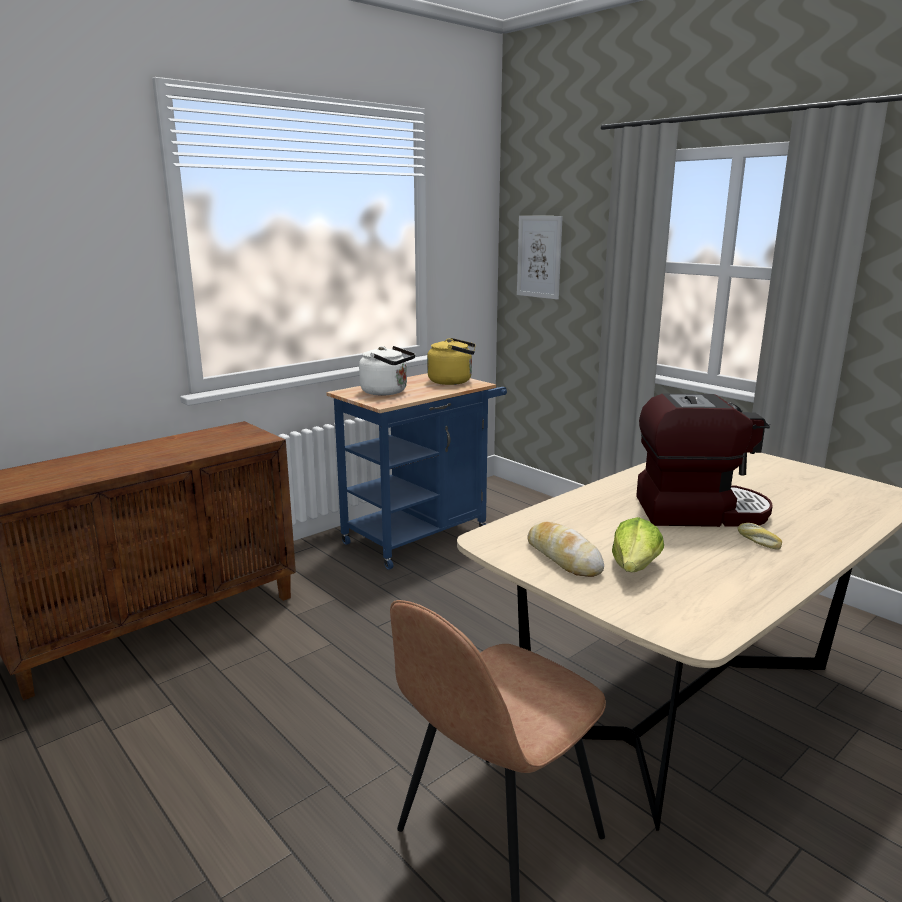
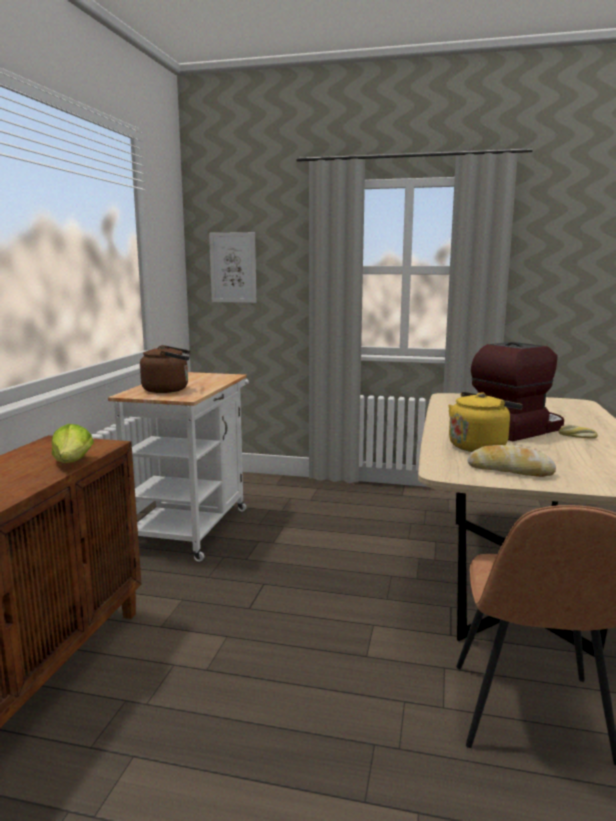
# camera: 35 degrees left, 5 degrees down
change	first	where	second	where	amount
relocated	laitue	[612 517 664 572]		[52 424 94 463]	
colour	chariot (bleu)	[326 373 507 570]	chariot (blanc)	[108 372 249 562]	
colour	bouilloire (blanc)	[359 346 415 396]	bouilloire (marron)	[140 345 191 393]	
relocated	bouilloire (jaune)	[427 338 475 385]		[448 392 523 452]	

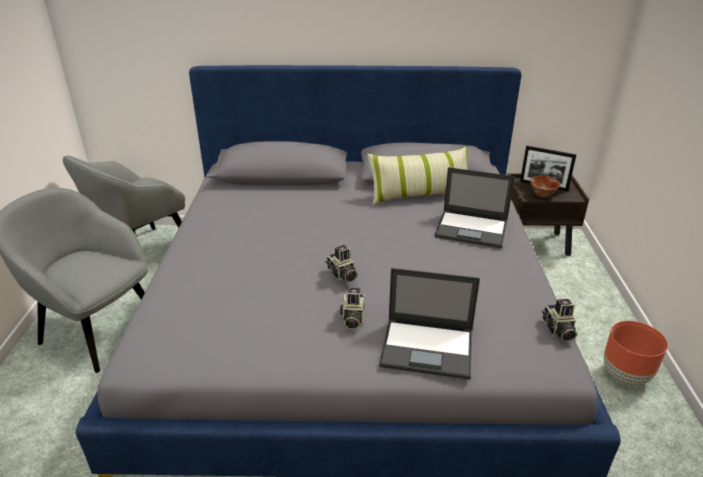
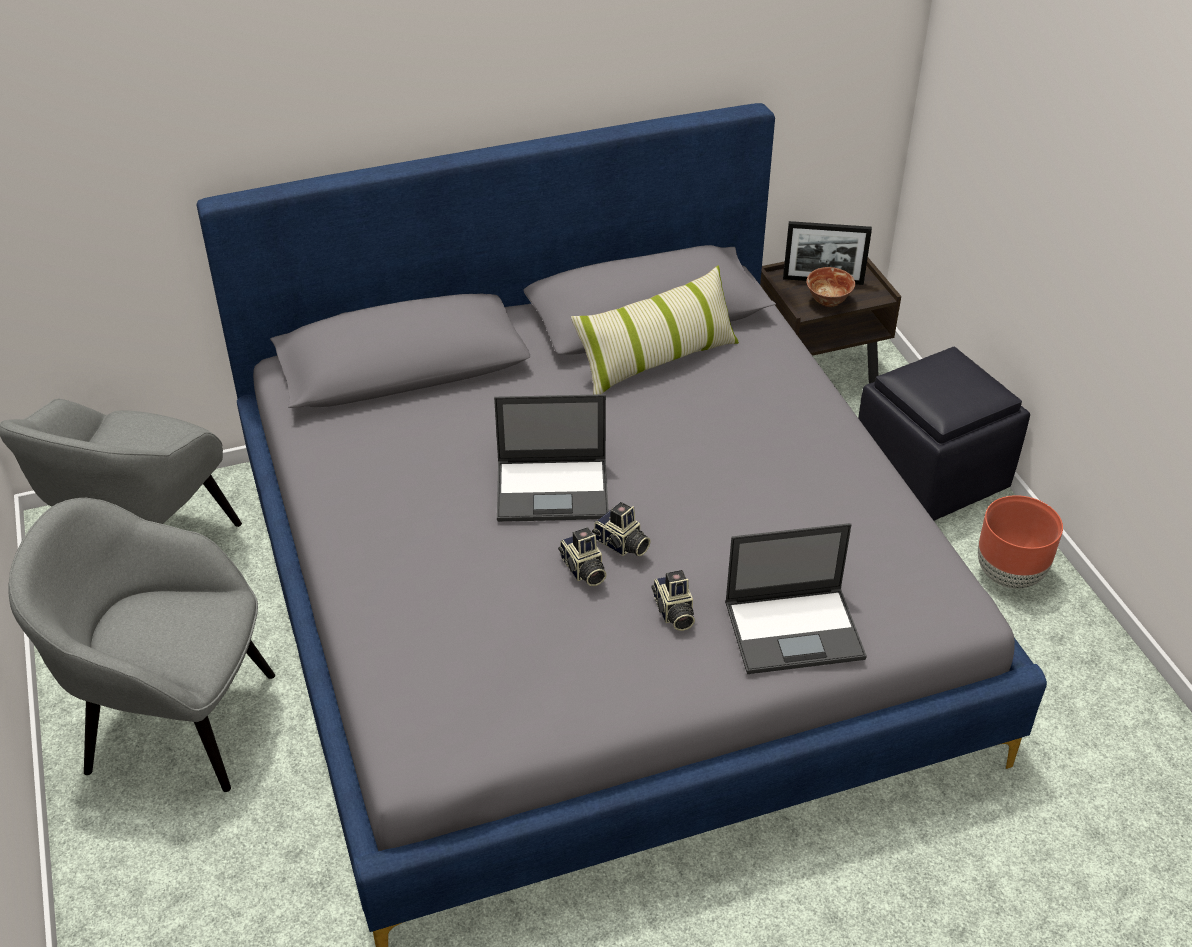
# camera: 20 degrees left, 10 degrees up
change	first	where	second	where	amount
relocated	ordinateur portable	[434 167 515 248]		[494 394 609 522]	
relocated	appareil photo	[542 299 577 342]		[558 527 607 586]	
appeared			pouf (noir)	[858 347 1030 521]	

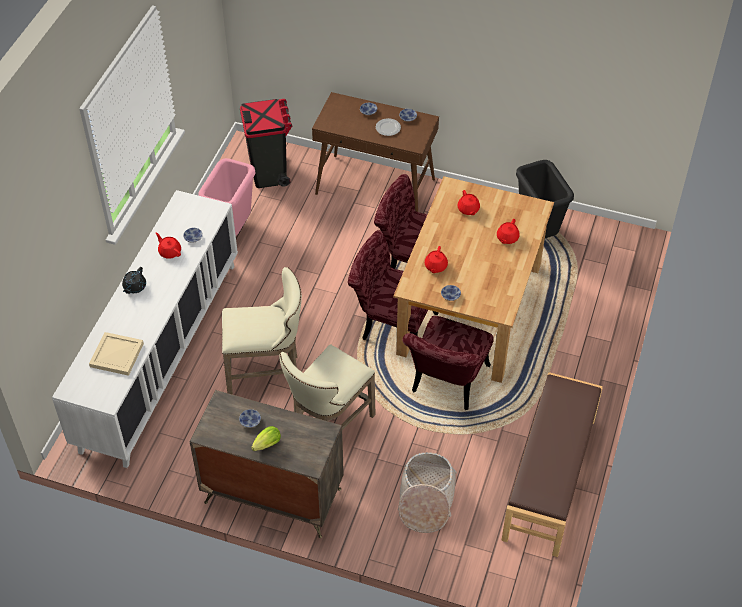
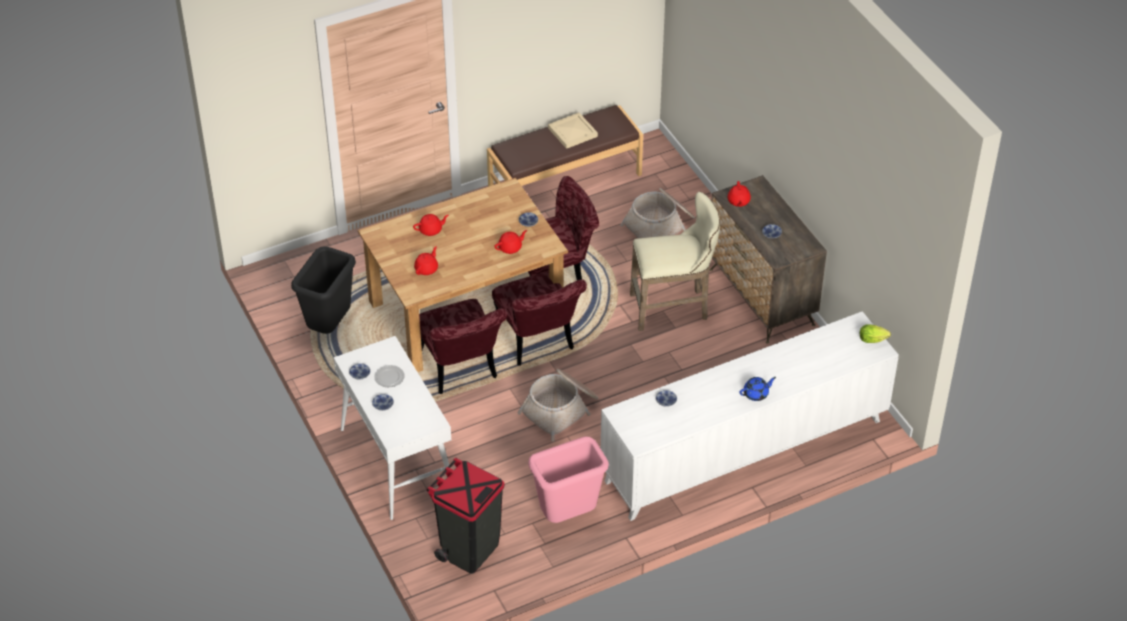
# camera: 135 degrees left, 5 degrees down
change	first	where	second	where	amount
colour	table console (marron)	[312 92 439 212]	table console (blanc)	[334 336 451 520]	
appeared			panier	[517 369 598 442]	
relocated	plateau (beige)	[89 332 144 376]		[548 113 598 149]	
relocated	théière (rouge)	[156 232 181 259]		[727 181 751 207]	
colour	théière (noir)	[122 267 146 294]	théière (bleu)	[739 377 776 401]	
relocated	laitue	[251 426 281 451]		[860 324 891 343]	
missing	tabouret (beige)	[222 267 302 395]			

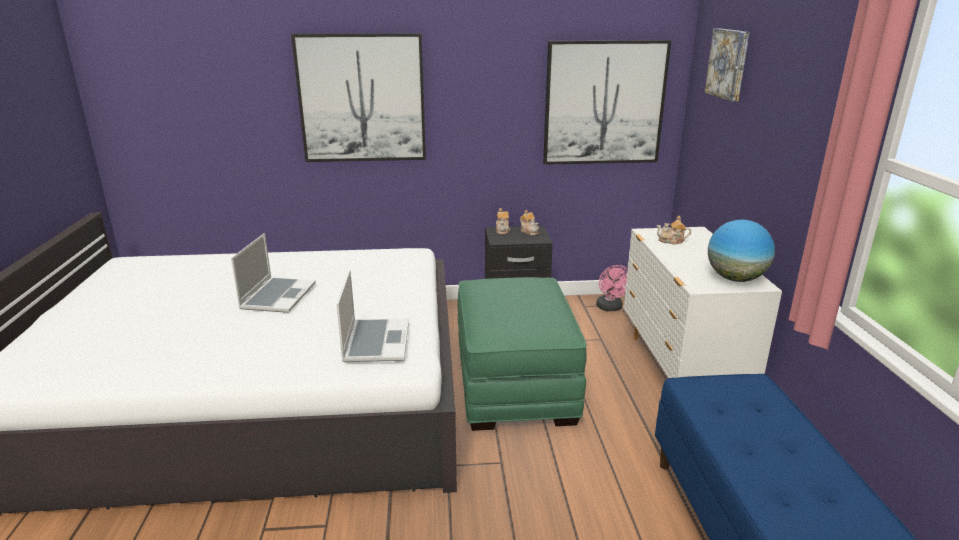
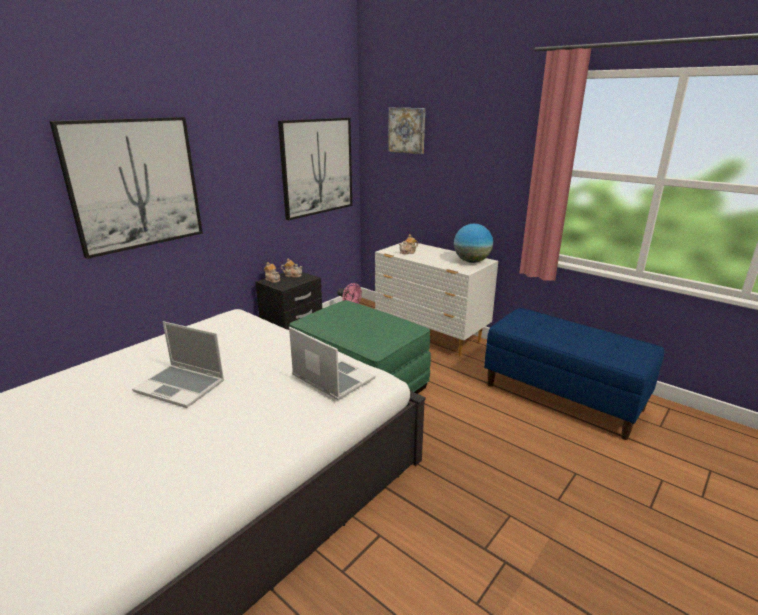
# camera: 45 degrees left, 0 degrees up
change	first	where	second	where	amount
spun	ordinateur portable	[231 233 316 313]		[132 321 224 408]	150 degrees clockwise

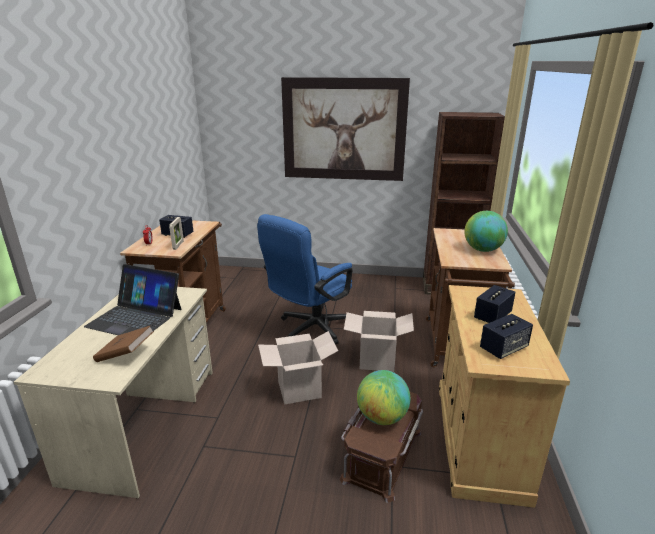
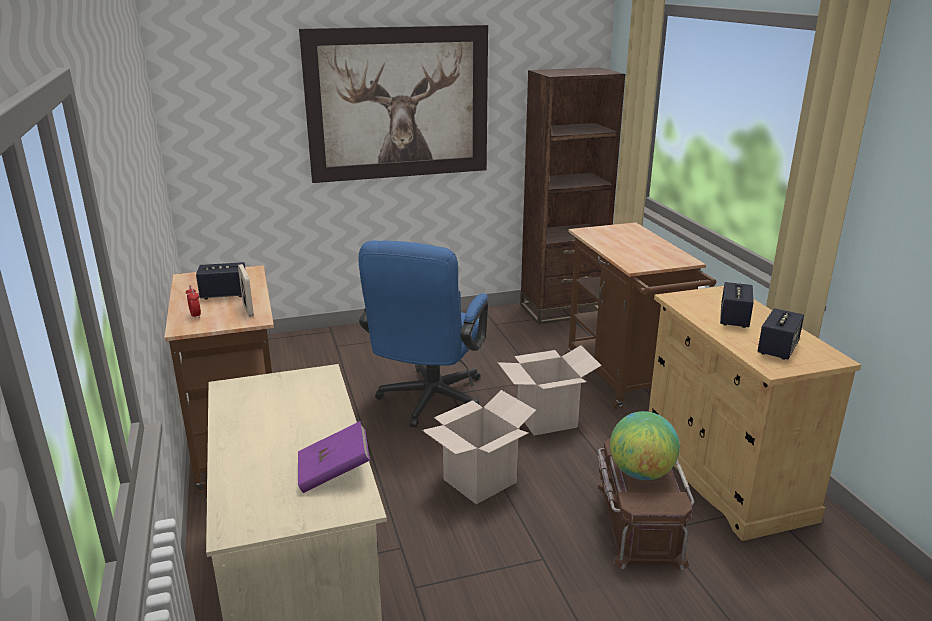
# camera: 25 degrees left, 0 degrees up
change	first	where	second	where	amount
colour	livre (marron)	[93 326 154 362]	livre (violet)	[298 421 370 493]	
missing	ordinateur portable	[84 264 181 335]			
missing	globe	[464 211 508 252]			

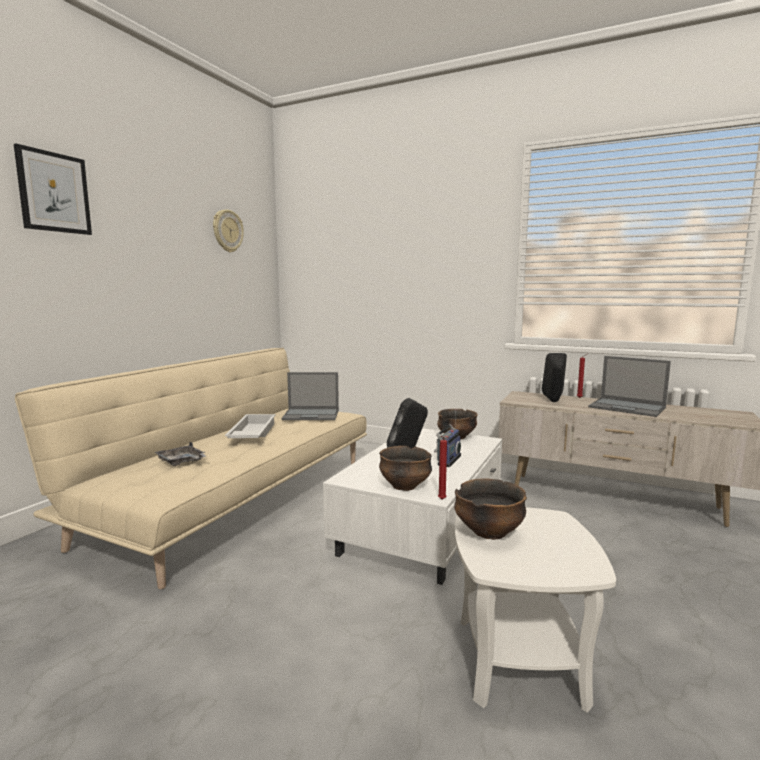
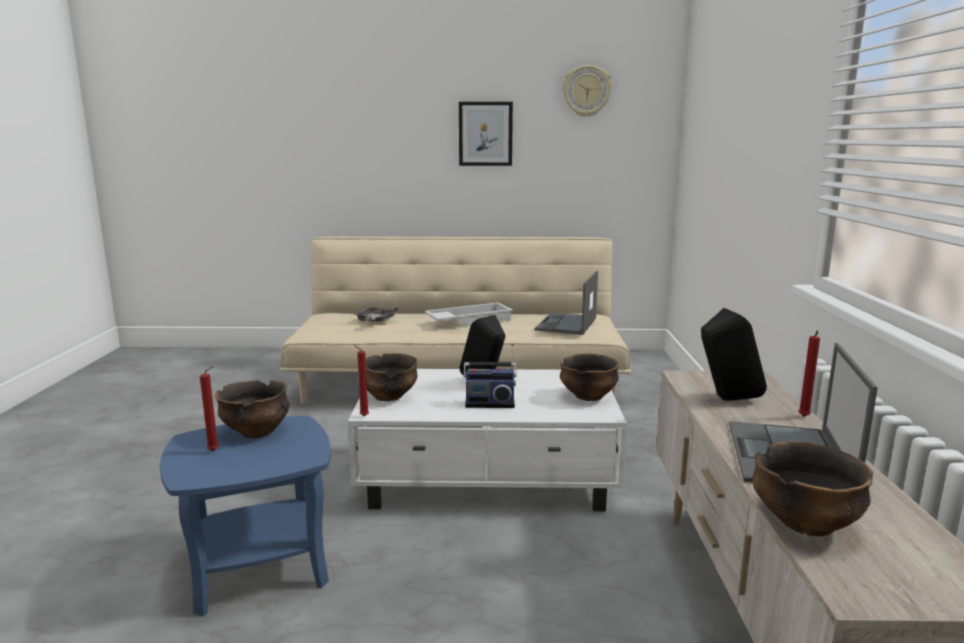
# camera: 65 degrees right, 5 degrees up
change	first	where	second	where	amount
colour	table d'appoint (blanc)	[455 507 616 713]	table d'appoint (bleu)	[160 416 331 617]	
appeared			bougie (rouge)	[200 366 219 451]	
relocated	tableau	[14 144 92 235]		[459 102 513 166]	
spun	ordinateur portable	[282 372 339 420]		[535 271 598 335]	45 degrees clockwise
appeared			bol	[752 441 873 537]	

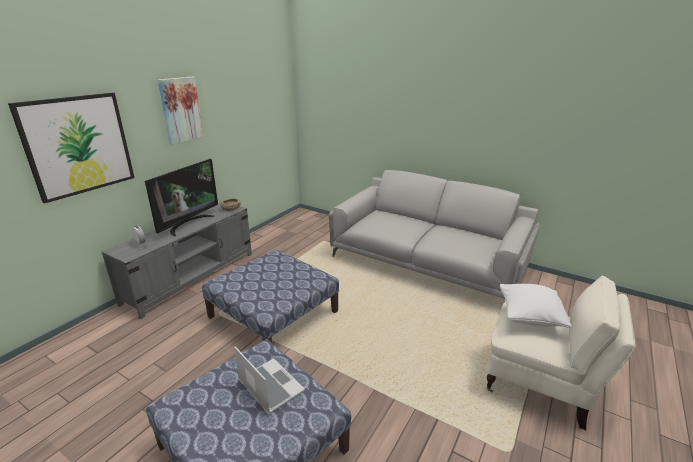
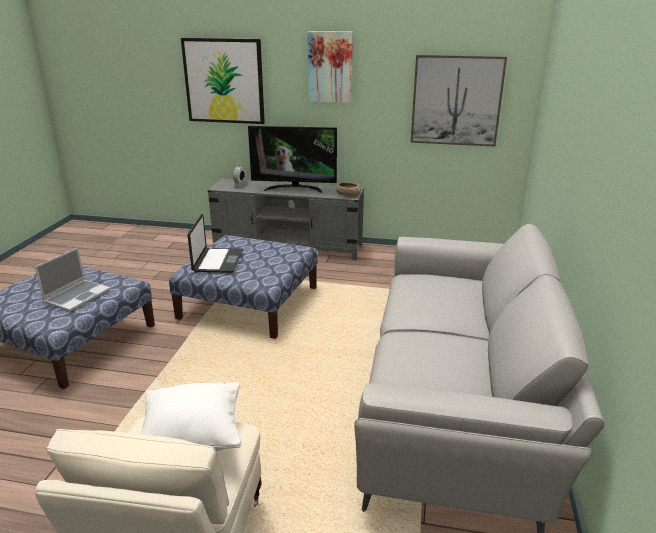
# camera: 70 degrees right, 0 degrees up
change	first	where	second	where	amount
appeared			ordinateur portable	[187 214 243 273]	
appeared			tableau	[411 55 507 147]	

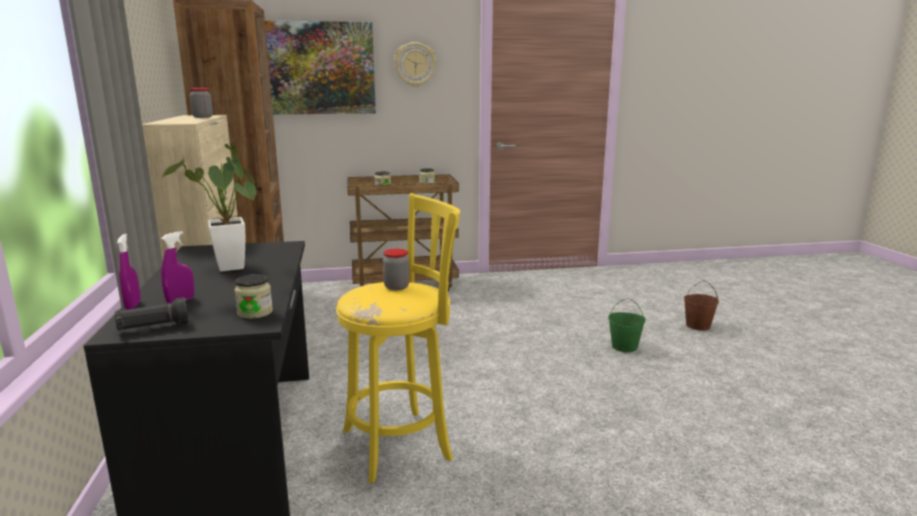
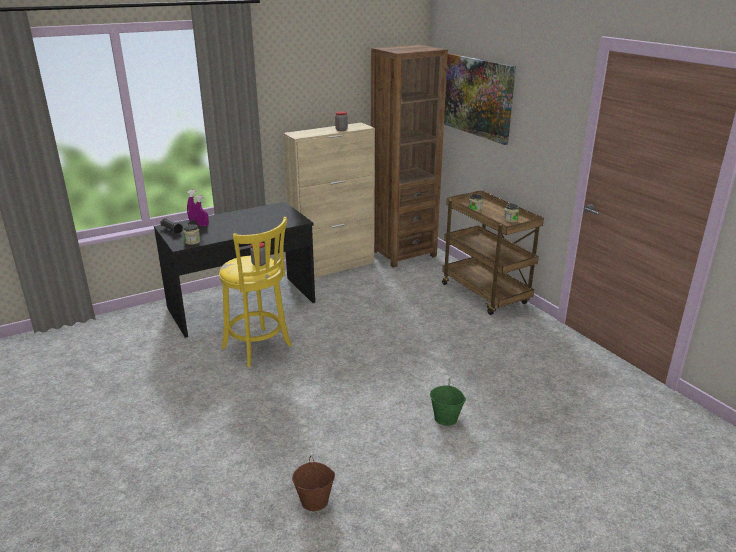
# camera: 70 degrees right, 10 degrees up
change	first	where	second	where	amount
relocated	seau (marron)	[684 280 719 331]		[292 456 335 511]	
missing	plante en pot	[161 144 257 272]			
missing	horloge murale	[394 42 436 87]			

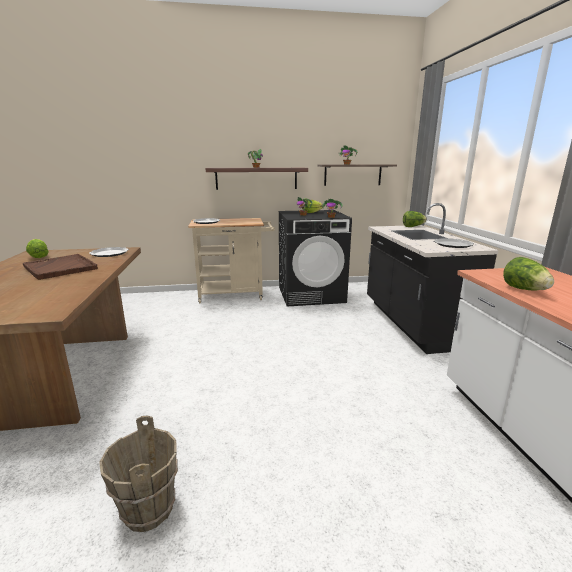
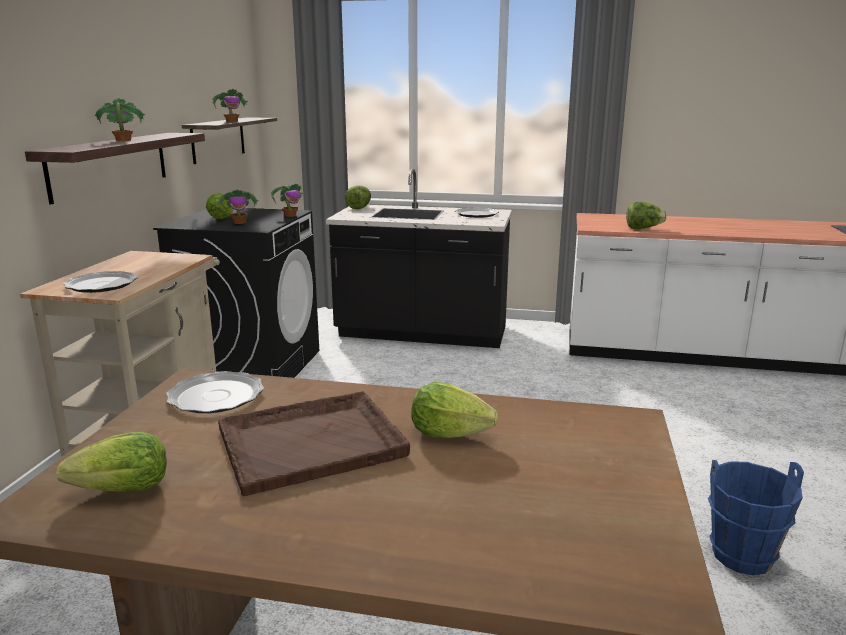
# camera: 70 degrees left, 0 degrees up
change	first	where	second	where	amount
appeared			laitue	[411 382 498 438]	
colour	seau (marron)	[99 416 178 532]	seau (bleu)	[708 460 804 575]	

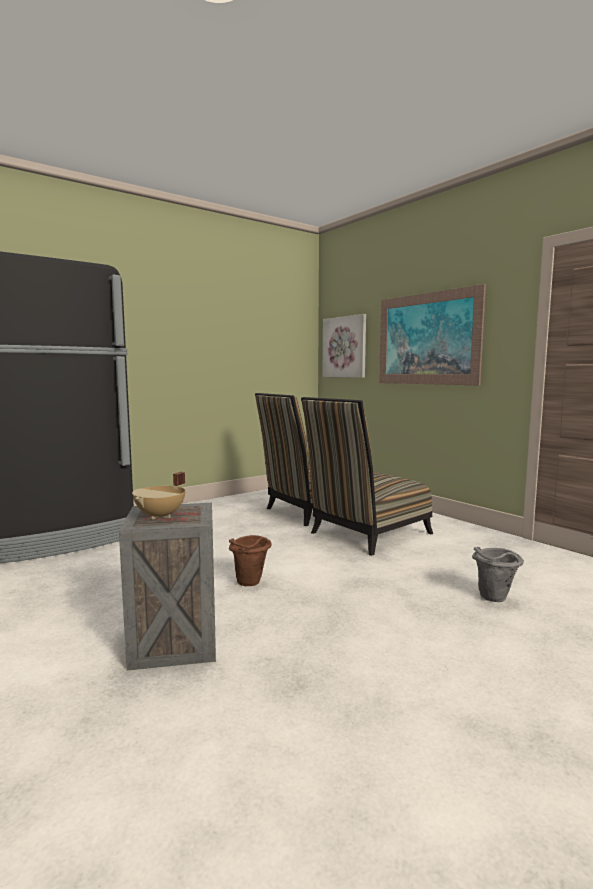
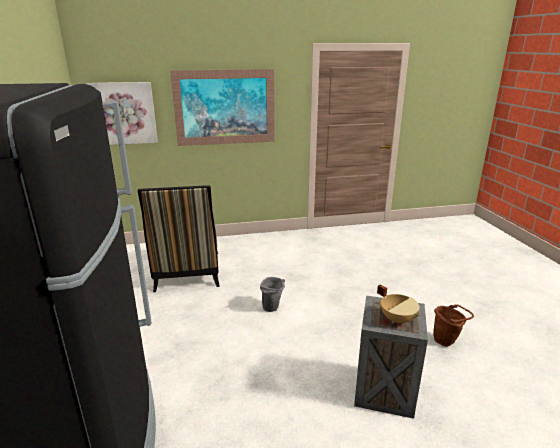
# camera: 65 degrees left, 15 degrees up
change	first	where	second	where	amount
relocated	seau (gris)	[472 547 524 602]		[260 277 285 312]	
relocated	seau (marron)	[229 535 272 586]		[433 305 474 346]	
missing	chaise	[301 397 433 556]			

